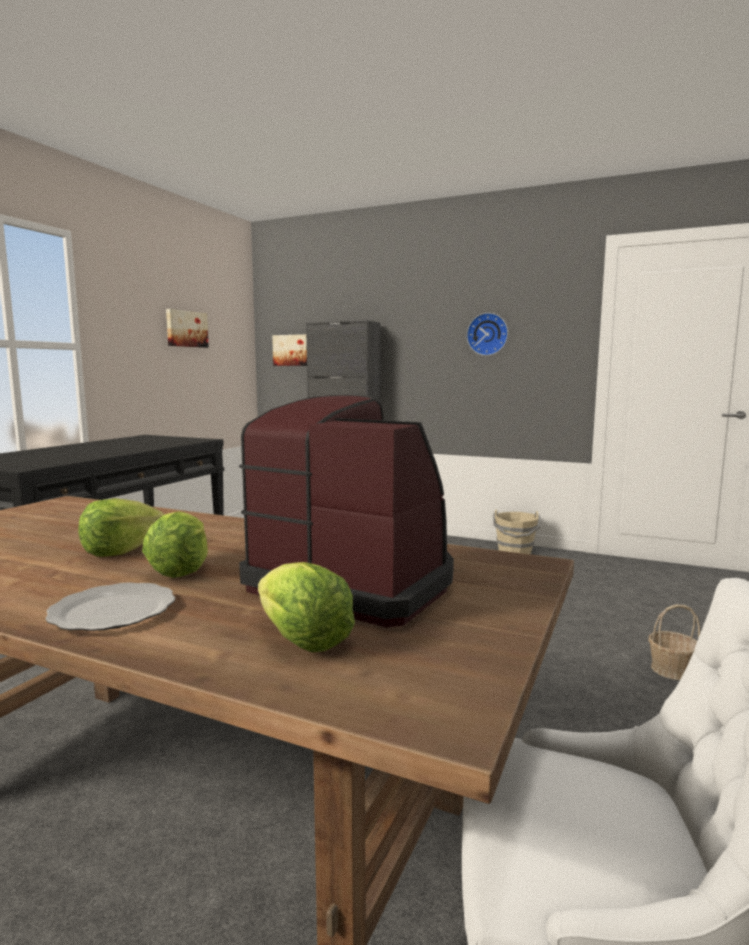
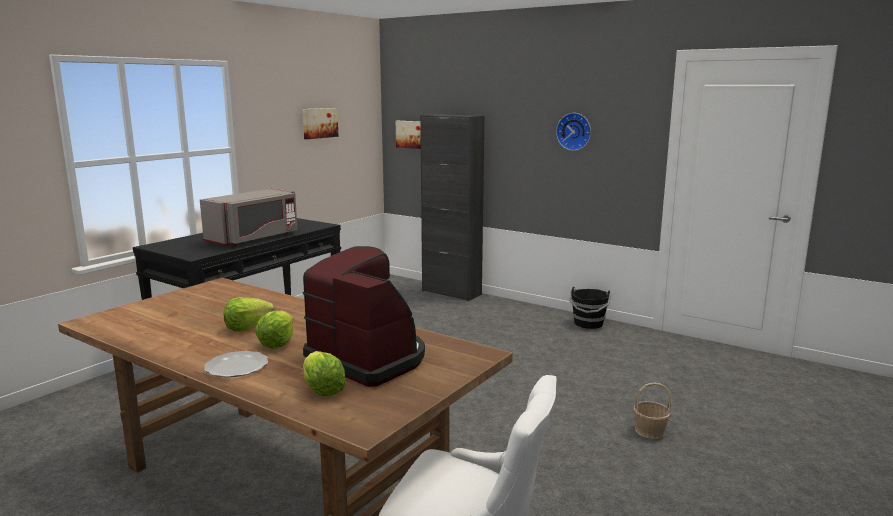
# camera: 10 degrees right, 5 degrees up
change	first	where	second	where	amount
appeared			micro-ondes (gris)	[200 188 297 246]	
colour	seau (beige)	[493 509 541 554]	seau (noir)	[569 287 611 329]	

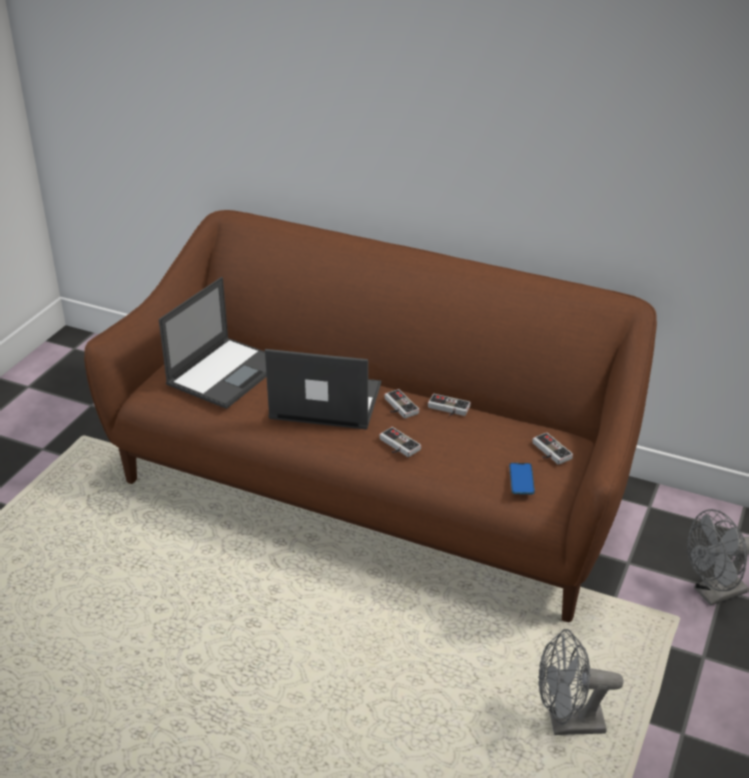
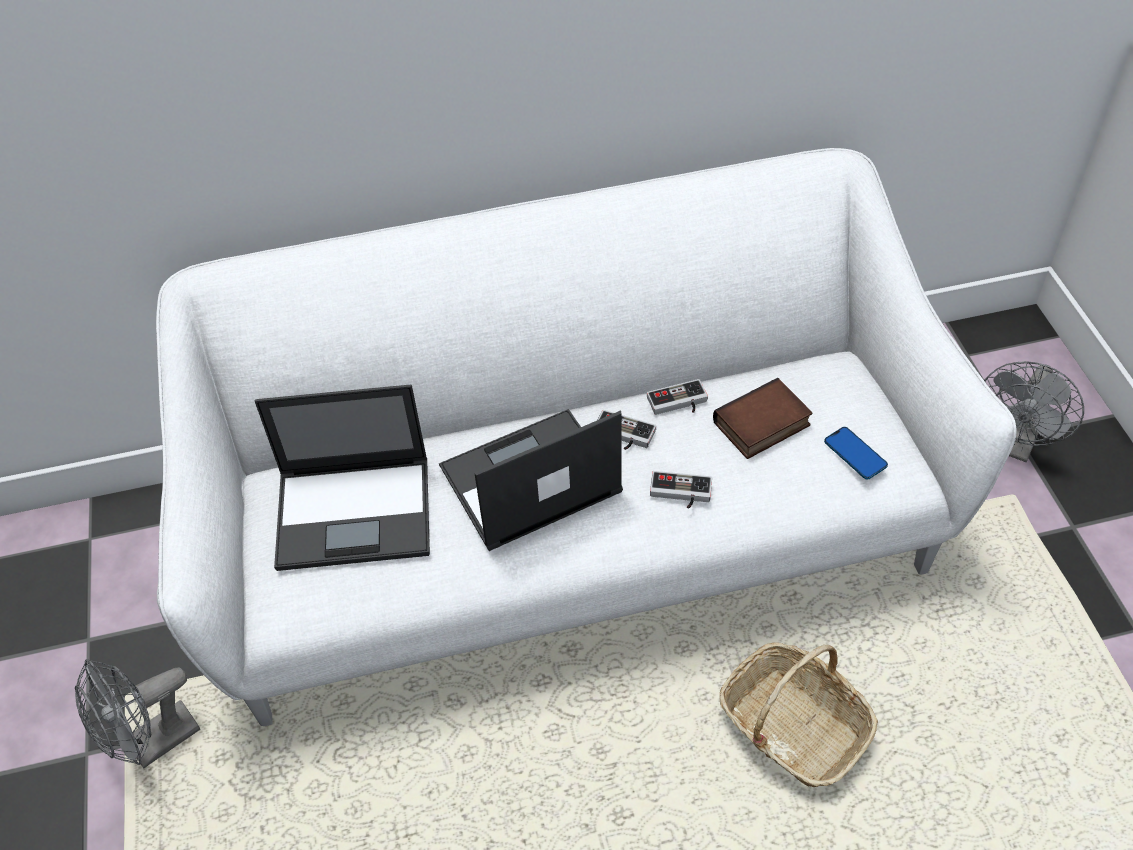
# camera: 35 degrees left, 15 degrees up
change	first	where	second	where	amount
relocated	ventilateur (gris)	[538 629 624 735]		[75 659 200 769]	
colour	canapé (marron)	[84 210 657 622]	canapé (blanc)	[156 148 1016 726]	
spun	ordinateur portable	[159 277 267 409]		[255 384 430 571]	90 degrees clockwise
appeared			livre	[713 378 813 459]	
appeared			panier	[720 642 878 787]	
missing	manette	[532 432 573 465]			

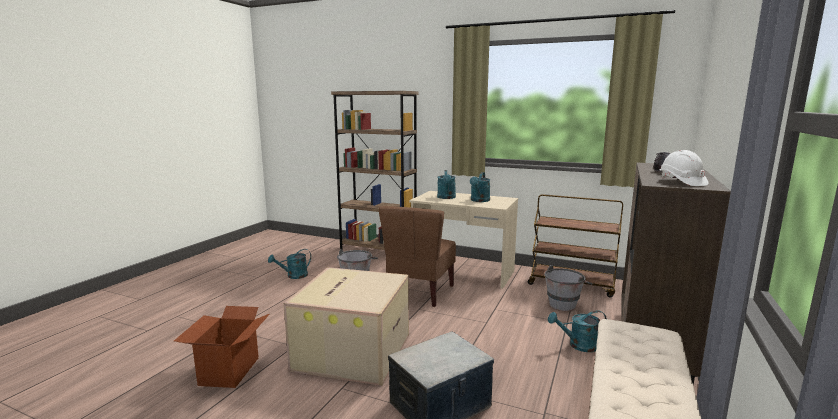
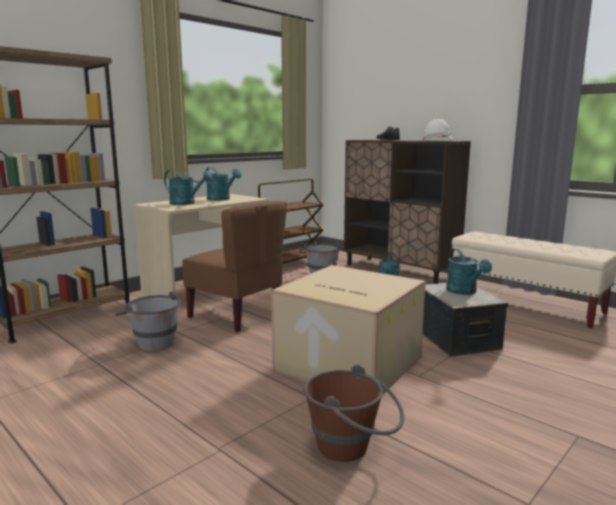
# camera: 70 degrees left, 0 degrees up
change	first	where	second	where	amount
exchanged	carton	[174 306 270 388]	seau (marron)	[304 364 404 462]	
relocated	arrosoir (turquoise)	[268 249 311 279]		[446 248 492 295]	

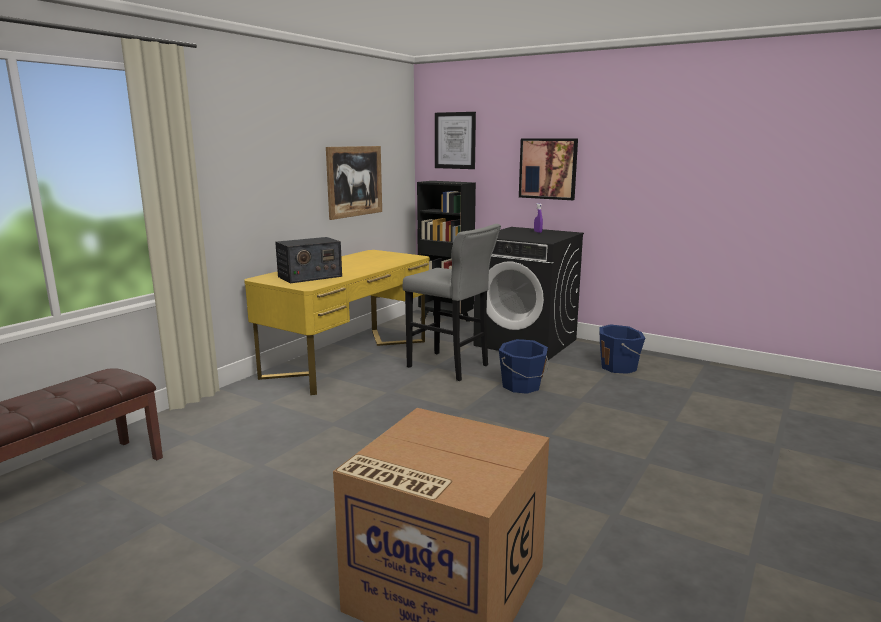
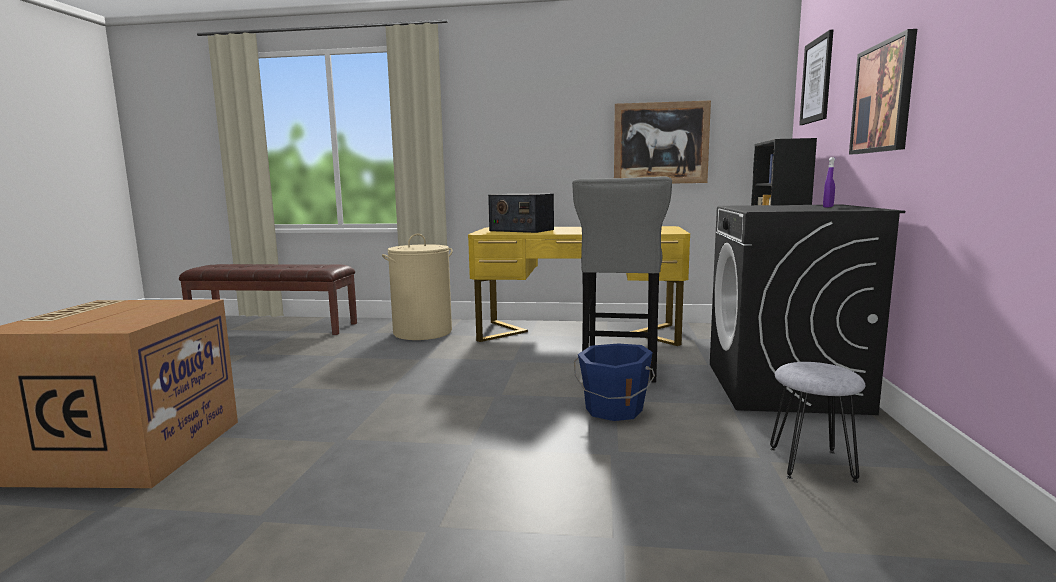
# camera: 65 degrees right, 5 degrees down
change	first	where	second	where	amount
appeared			panier à linge (beige)	[382 234 453 340]	
exchanged	seau (bleu)	[599 324 645 374]	tabouret (gris)	[770 362 865 483]	

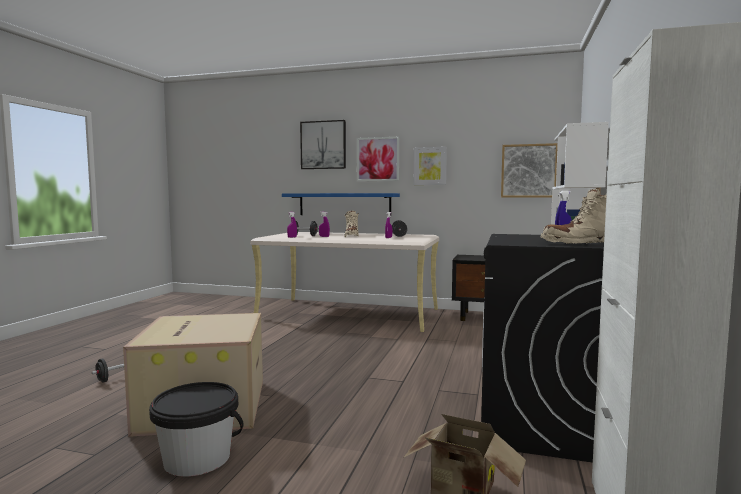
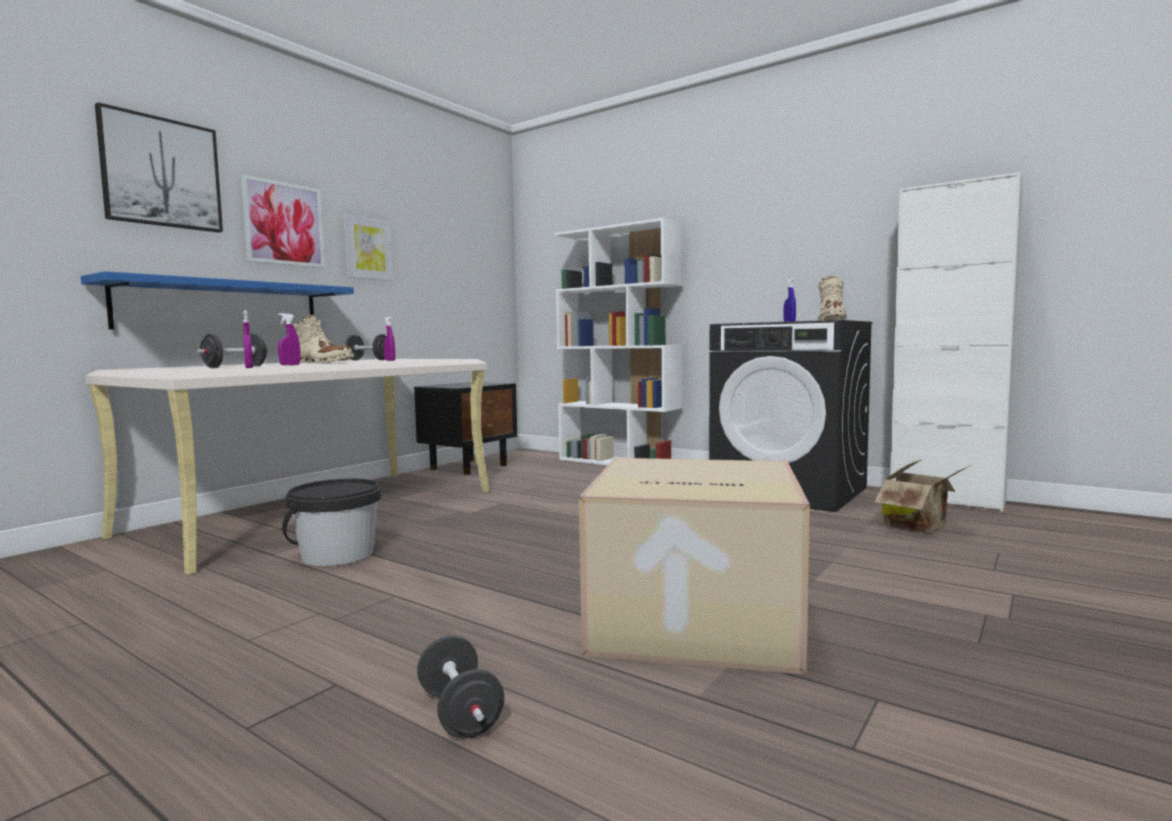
# camera: 70 degrees left, 0 degrees up
change	first	where	second	where	amount
relocated	seau (noir)	[149 382 243 477]		[282 479 381 566]	
missing	tableau	[501 143 558 198]			

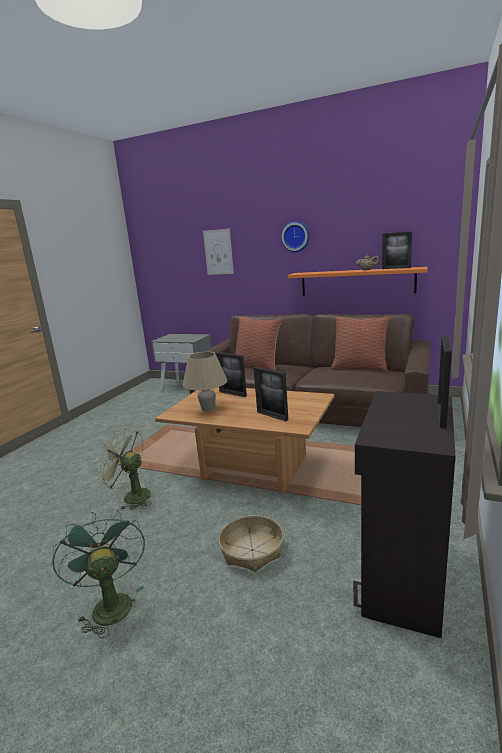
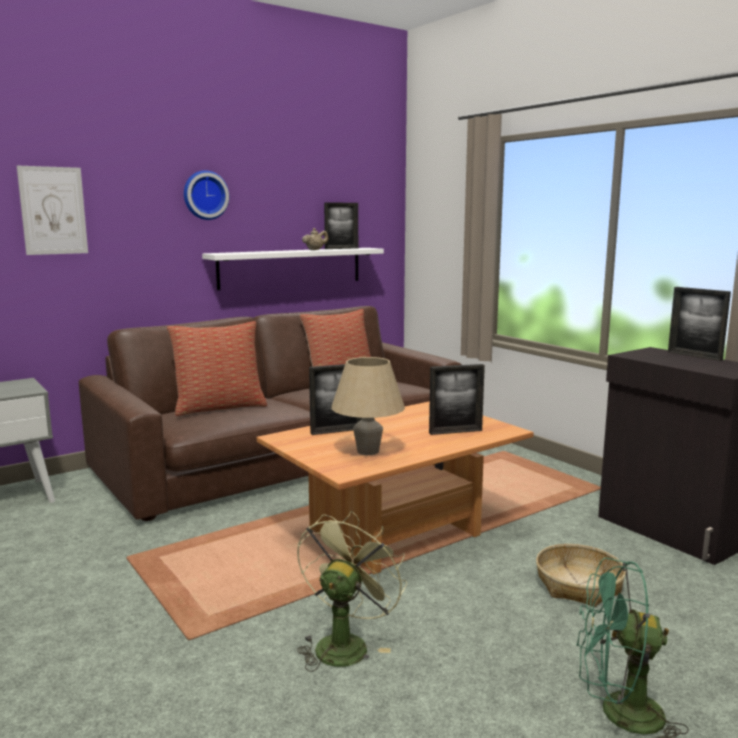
# camera: 60 degrees left, 5 degrees down
change	first	where	second	where	amount
colour	étagère (orange)	[288 267 428 296]	étagère (blanc)	[202 248 384 290]	
spun	ventilateur (vert)	[95 428 152 510]		[297 511 407 672]	150 degrees clockwise

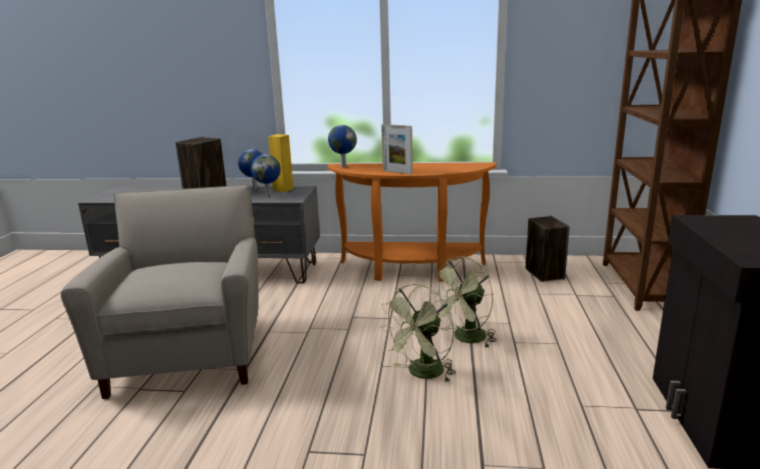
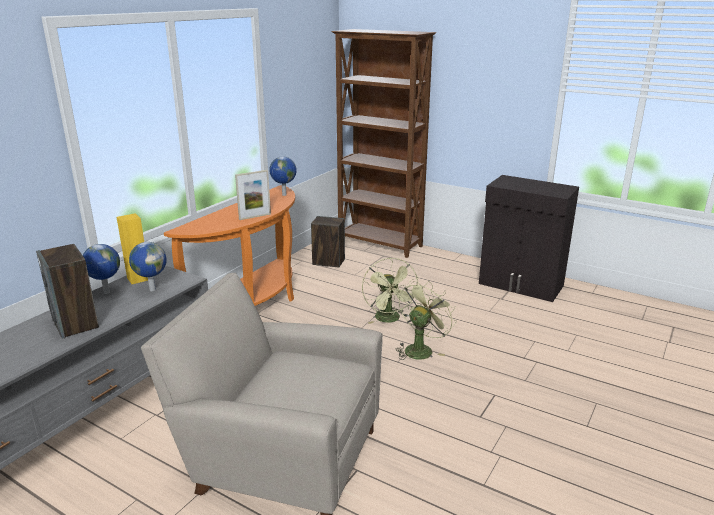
# camera: 65 degrees left, 5 degrees up
change	first	where	second	where	amount
relocated	globe	[328 125 357 168]		[269 156 297 196]	
spun	ventilateur (vert)	[380 284 456 382]		[396 281 456 360]	120 degrees counterclockwise

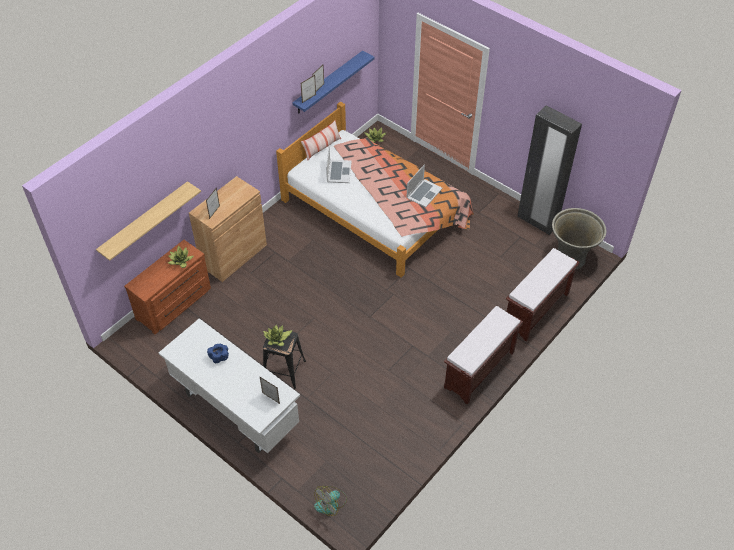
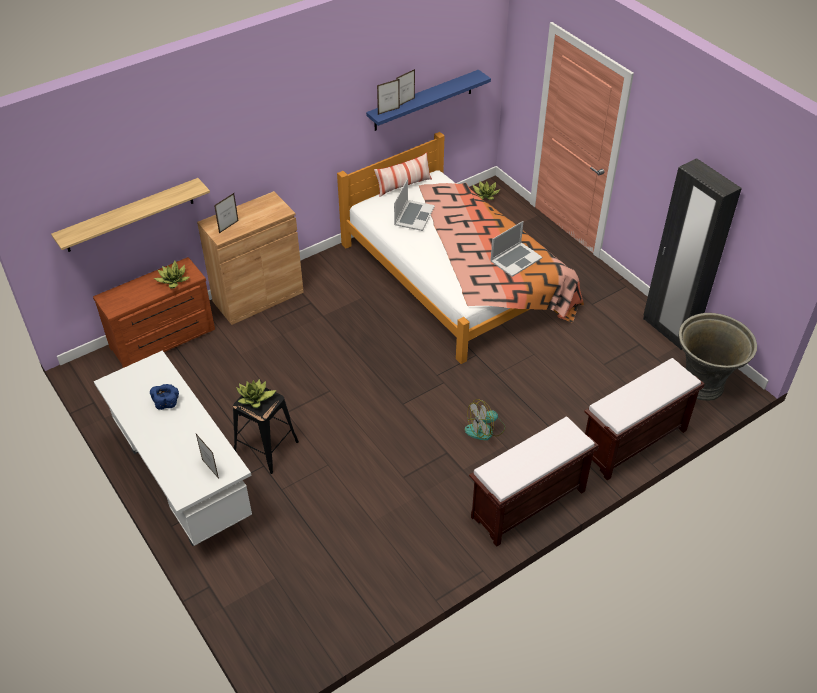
# camera: 15 degrees right, 5 degrees down
change	first	where	second	where	amount
relocated	ventilateur	[314 486 347 516]		[465 399 505 440]	

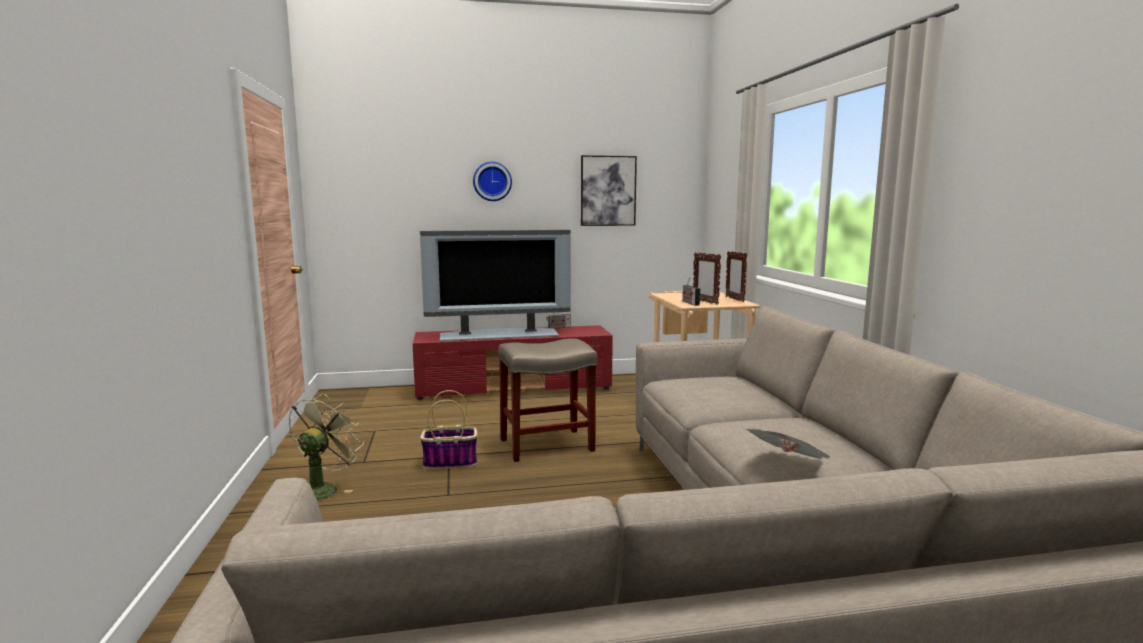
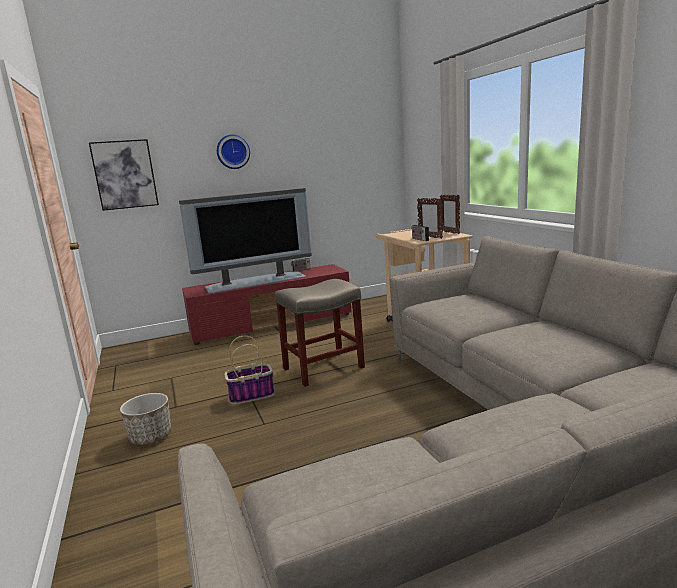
# camera: 10 degrees left, 5 degrees up
change	first	where	second	where	amount
relocated	tableau	[581 155 637 226]		[89 139 159 211]	
exchanged	ventilateur (vert)	[289 393 364 500]	cache-pot	[120 393 171 445]	
missing	journal	[745 429 831 459]			

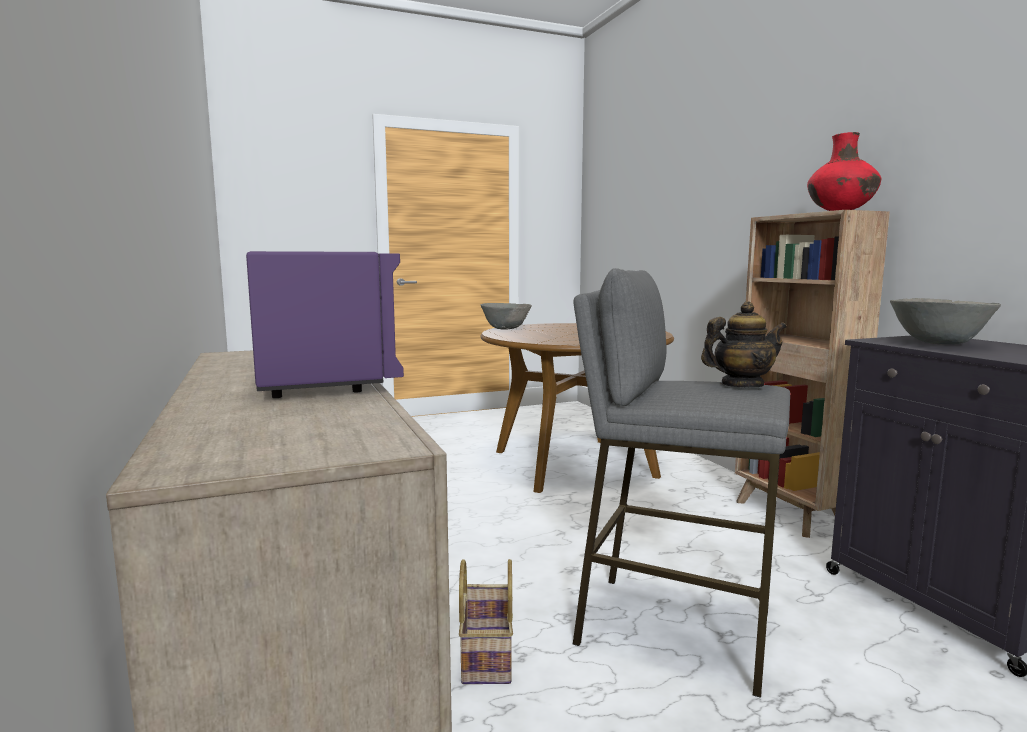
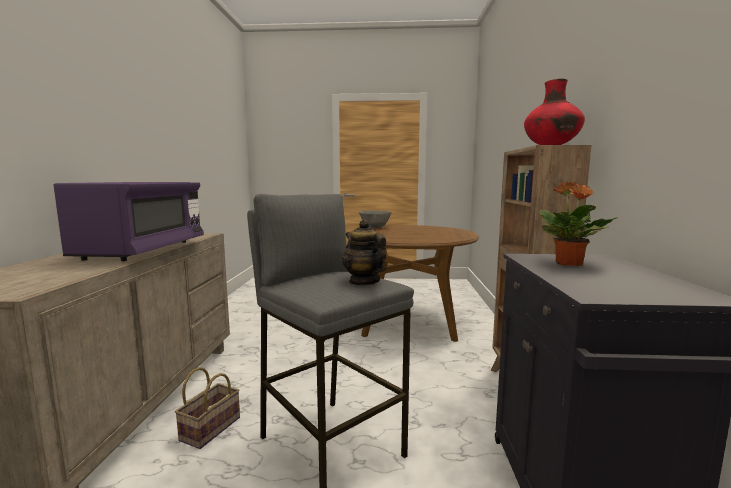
# camera: 25 degrees right, 0 degrees up
change	first	where	second	where	amount
spun	théière	[701 301 787 387]		[343 219 386 286]	135 degrees counterclockwise
exchanged	bol (gris)	[890 298 1001 345]	plante en pot	[540 182 617 266]	

